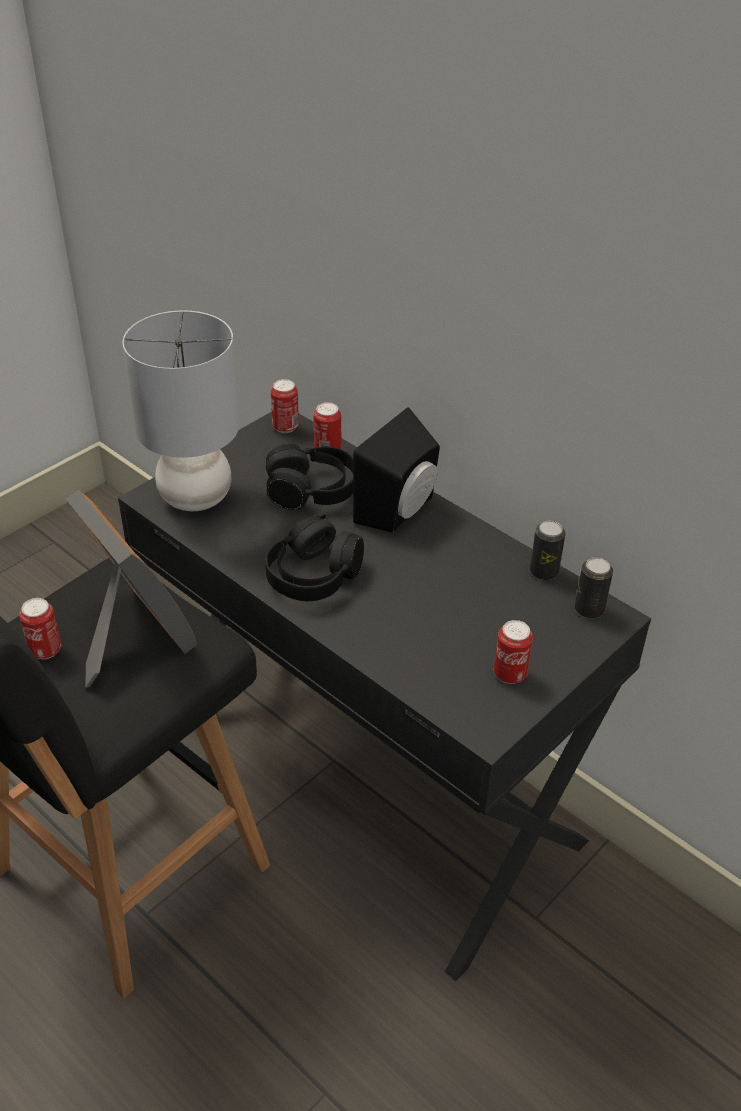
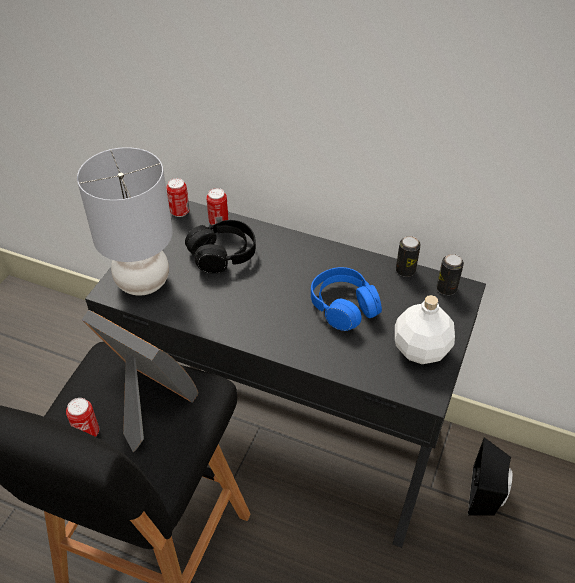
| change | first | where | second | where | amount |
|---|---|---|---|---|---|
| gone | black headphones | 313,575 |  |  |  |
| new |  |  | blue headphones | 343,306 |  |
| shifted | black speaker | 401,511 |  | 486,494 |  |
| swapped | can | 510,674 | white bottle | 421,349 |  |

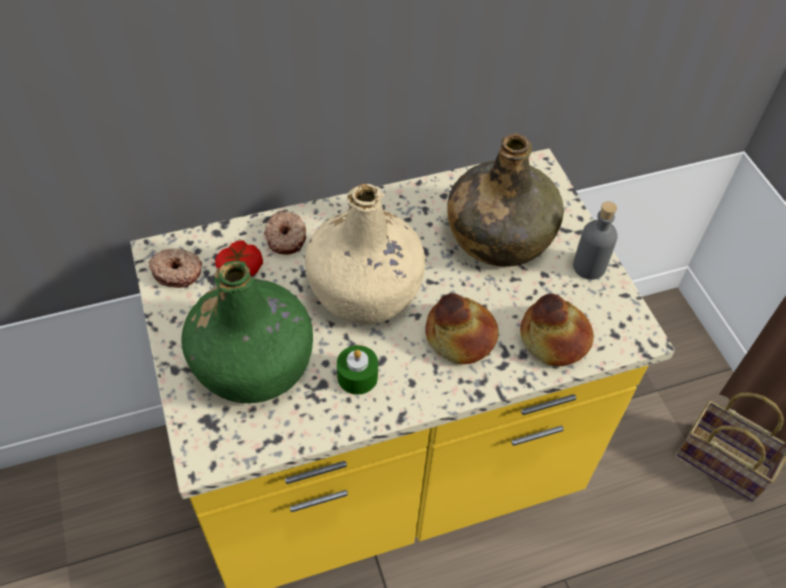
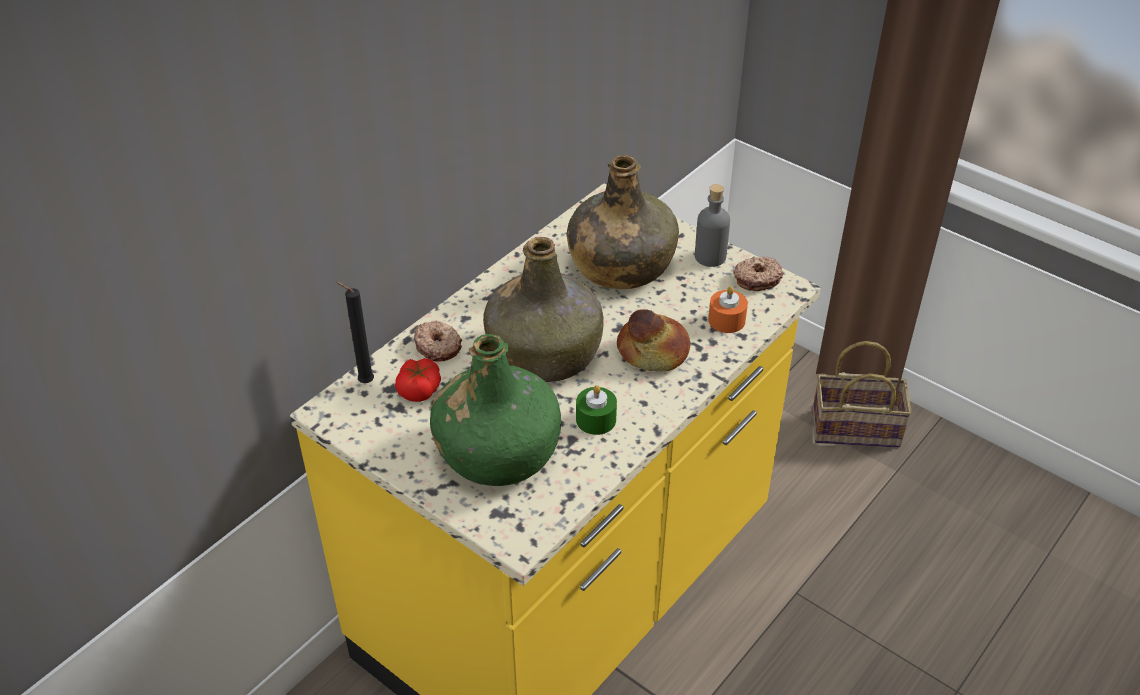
| change | first | where | second | where | amount |
|---|---|---|---|---|---|
| new |  |  | black candle | 363,382 |  |
| shifted | donut | 177,272 |  | 757,279 |  |
| swapped | bread | 553,339 | orange candle | 726,320 |  |
| repainted | beige bottle | 366,289 | green bottle | 545,353 |  |

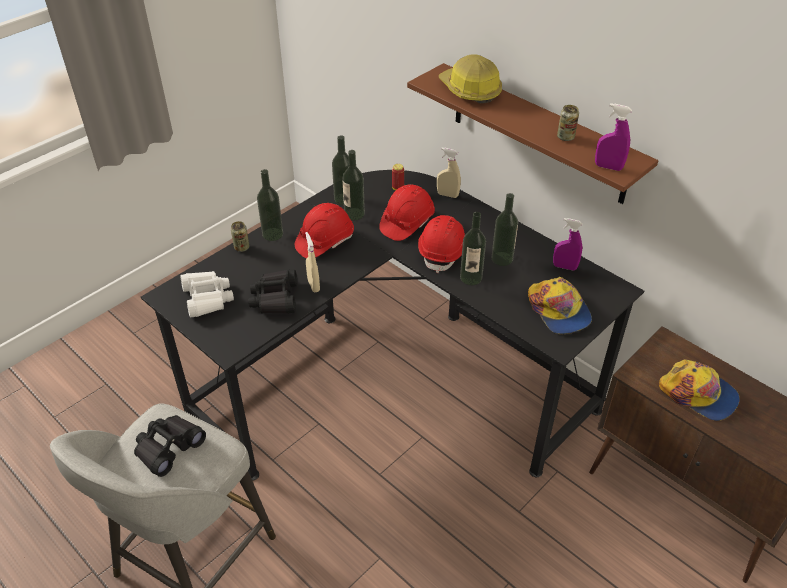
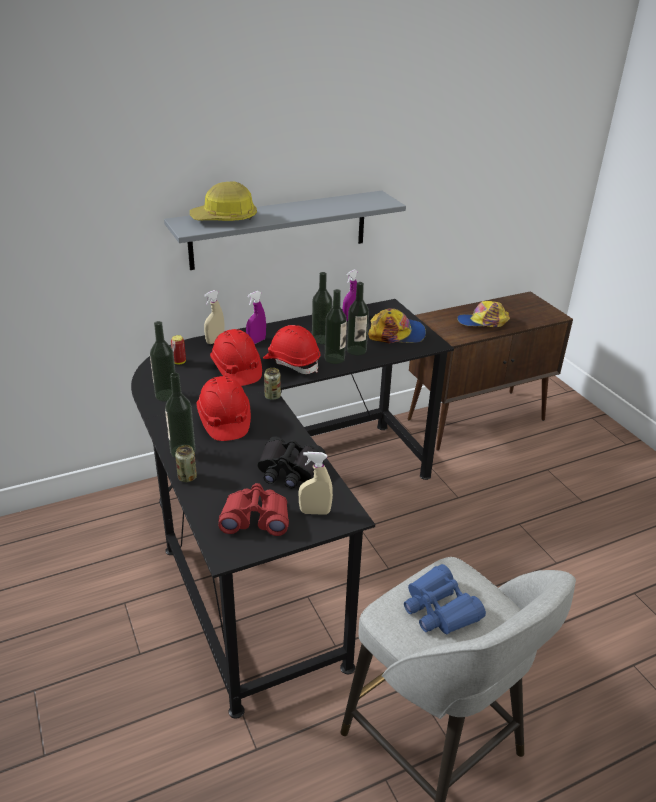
| change | first | where | second | where | amount |
|---|---|---|---|---|---|
| shifted | beige spray bottle | 313,285 |  | 315,512 |  |
| shifted | bottle | 354,214 |  | 356,350 |  |
| shifted | can | 565,137 |  | 272,396 |  |
| shifted | purple spray bottle | 608,167 |  | 256,341 |  |
| repainted | black binoculars | 168,448 | blue binoculars | 439,609 |  |
| repainted | white binoculars | 207,298 | red binoculars | 256,518 |  |
| repainted | brown shelf | 538,134 | grey shelf | 279,230 |  |
| rotated | cap | 699,394 |  | 482,323 | 150 degrees counterclockwise |

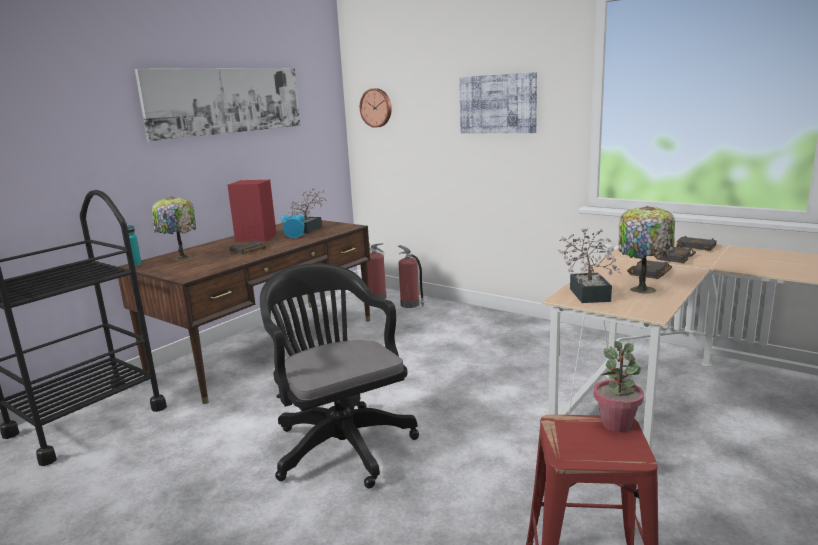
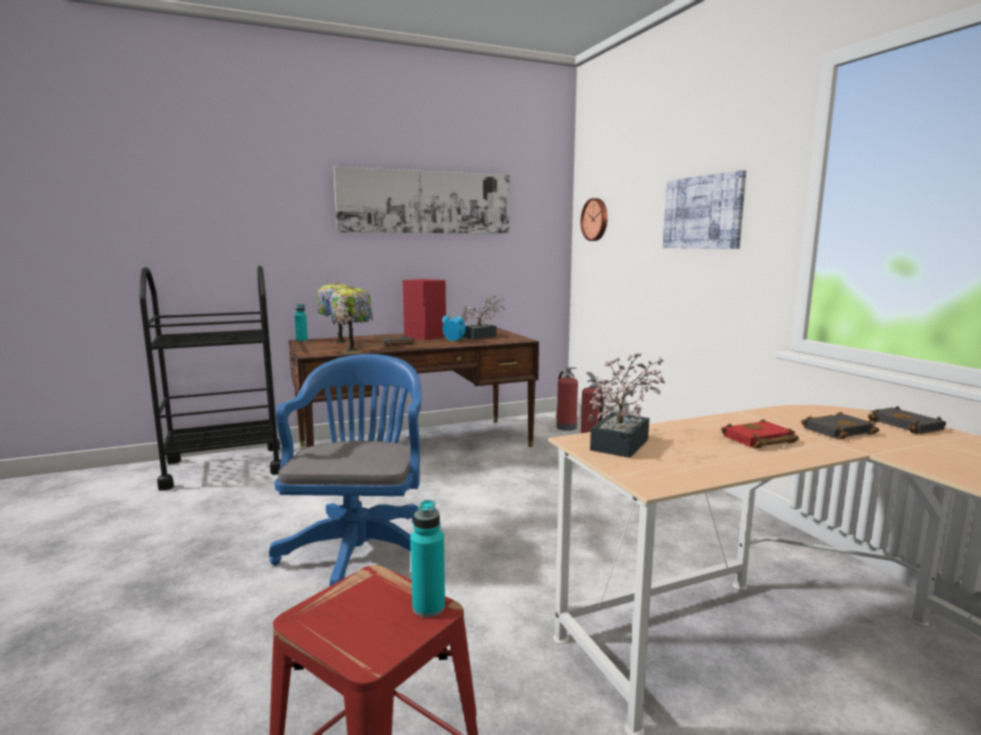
| change | first | where | second | where | amount |
|---|---|---|---|---|---|
| shifted | table lamp | 643,289 |  | 353,351 |  |
| swapped | potted plant | 616,424 | turquoise bottle | 428,607 |  |
| repainted | black office chair | 340,443 | blue office chair | 360,550 |  |
| repainted | black book | 650,273 | red book | 759,440 |  |

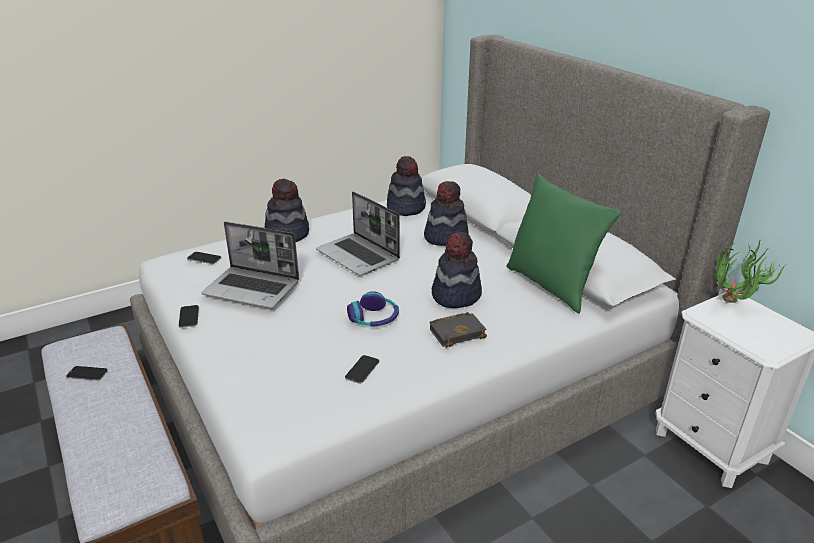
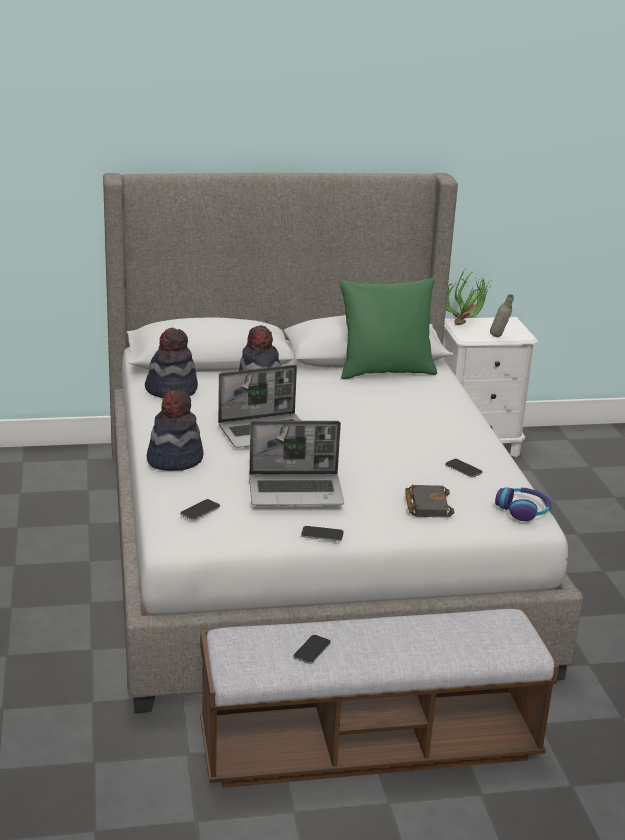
| change | first | where | second | where | amount |
|---|---|---|---|---|---|
| gone | hat | 455,295 |  |  |  |
| new |  |  | grey bottle | 499,337 |  |
| shifted | headphones | 374,318 |  | 523,510 |  |
| shifted | black book | 457,332 |  | 426,505 |  |
| rotated | laptop | 253,289 |  | 296,491 | 45 degrees clockwise |

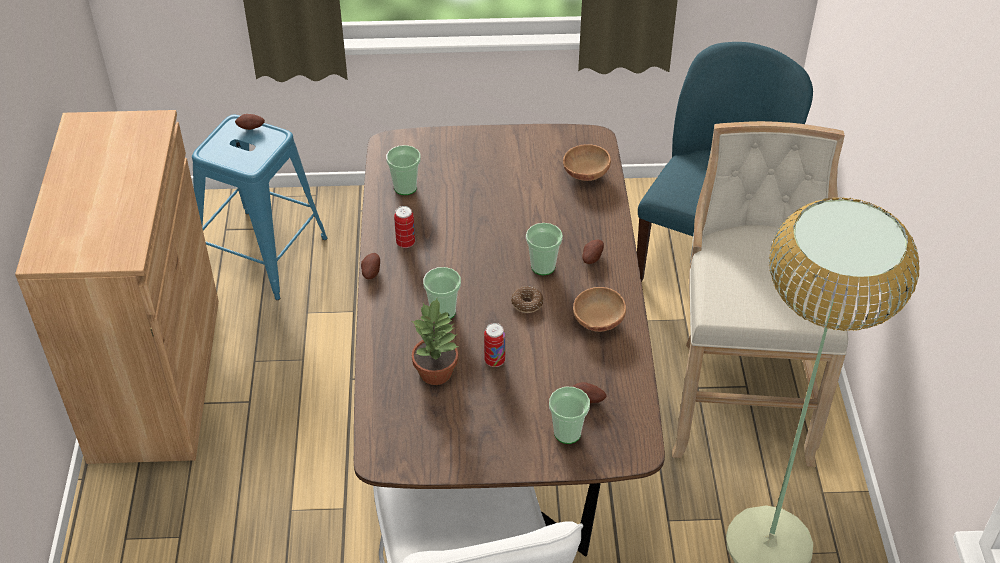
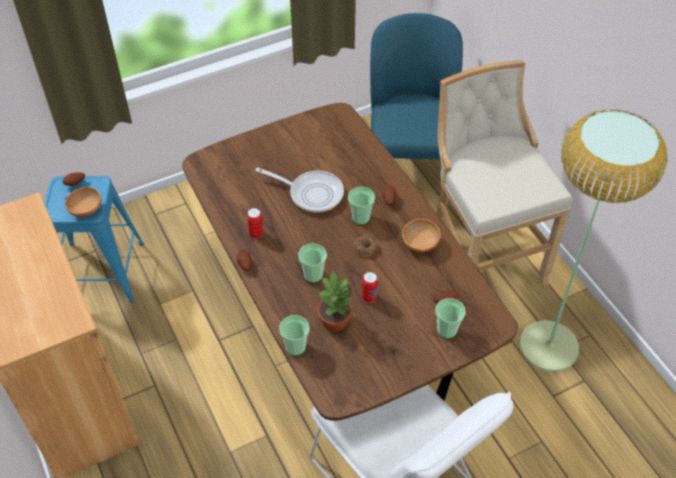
| change | first | where | second | where | amount |
|---|---|---|---|---|---|
| new |  |  | frying pan | 312,193 |  |
| shifted | cup | 405,187 |  | 295,347 |  |
| shifted | brown bowl | 585,174 |  | 85,210 |  |

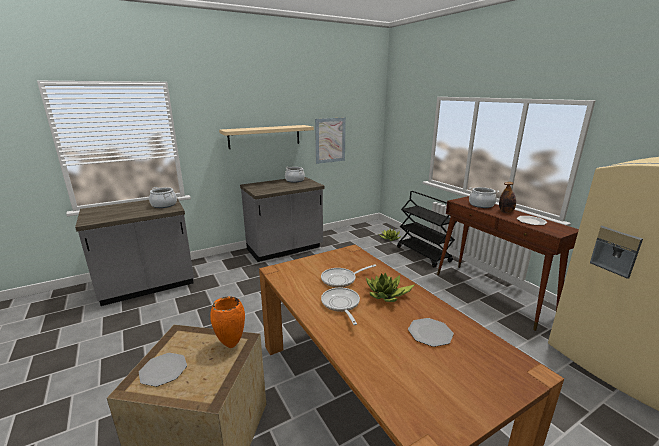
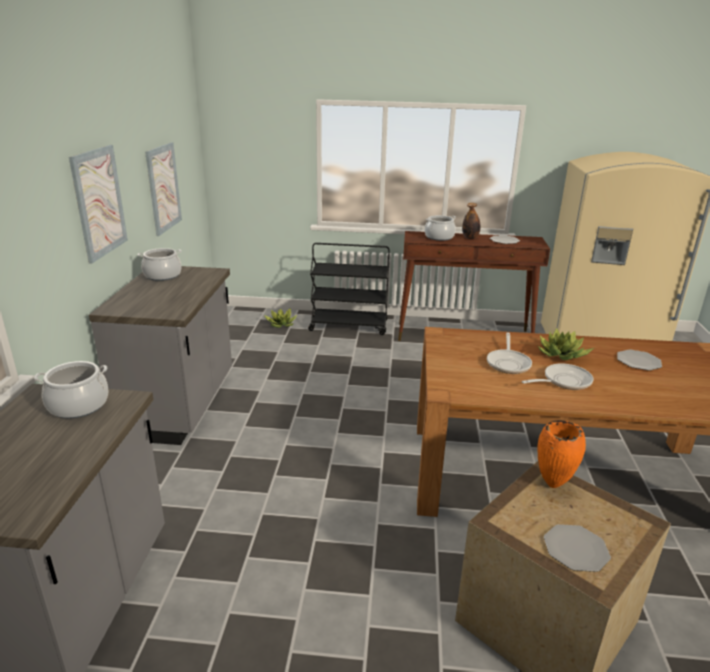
| change | first | where | second | where | amount |
|---|---|---|---|---|---|
| swapped | beige shelf | 264,136 | picture | 99,202 |  |
| rotated | frying pan | 341,305 |  | 563,381 | 135 degrees clockwise |

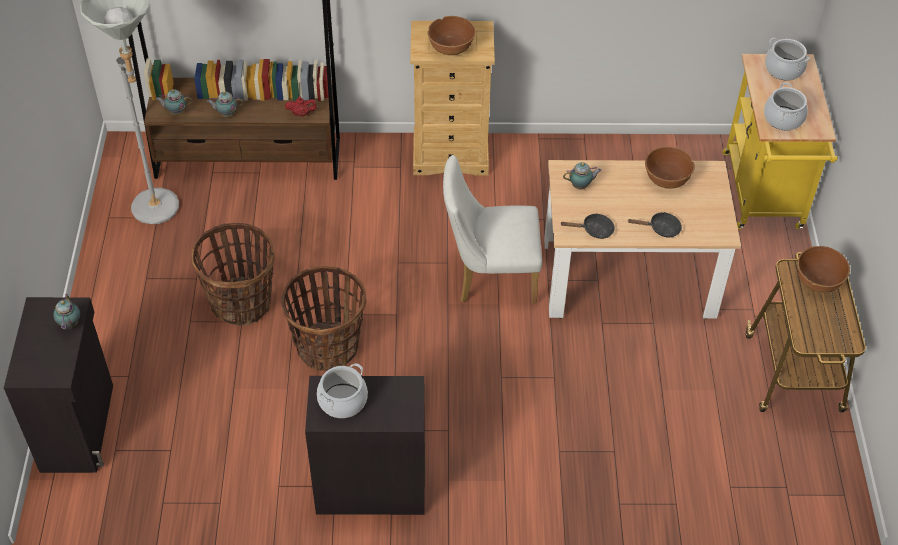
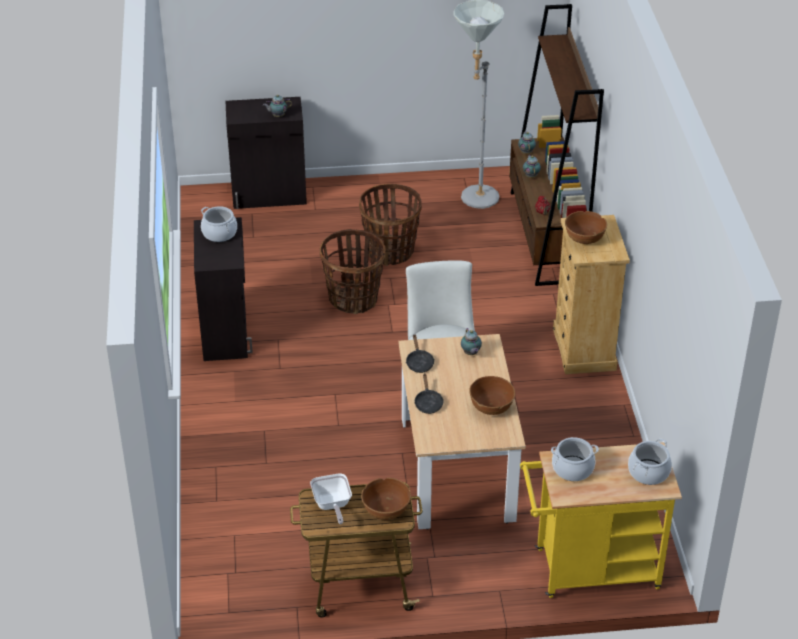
| change | first | where | second | where | amount |
|---|---|---|---|---|---|
| new |  |  | frying pan | 332,505 |  |

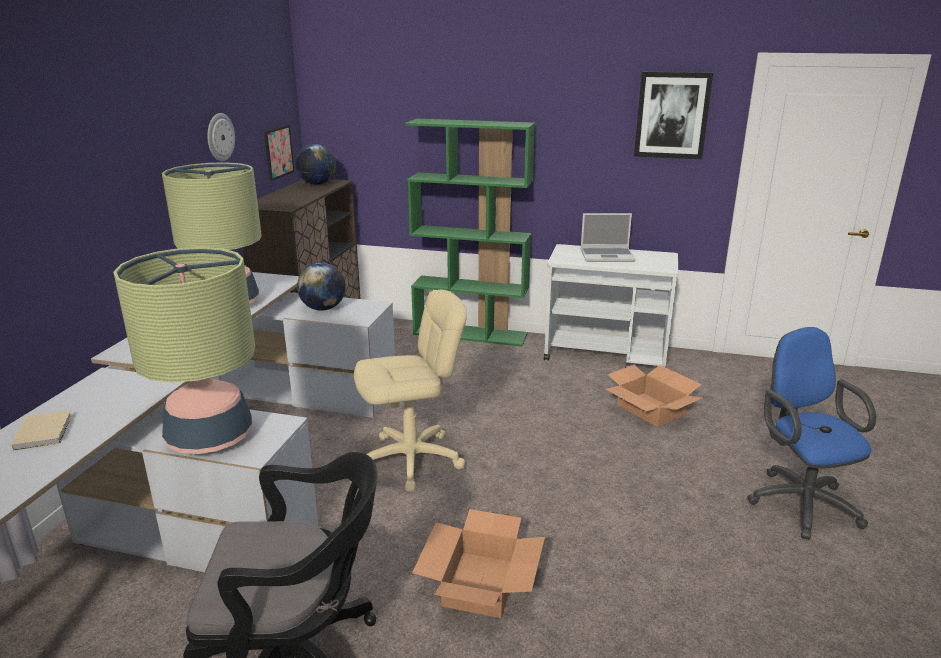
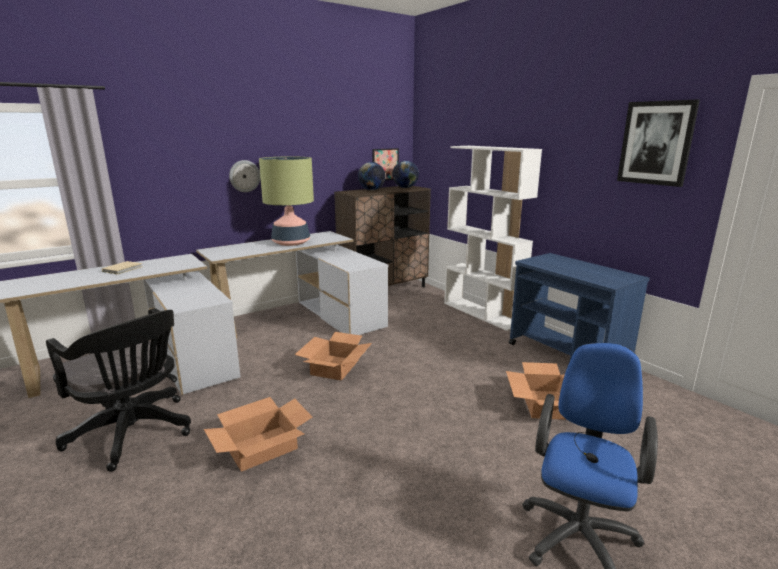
| change | first | where | second | where | amount |
|---|---|---|---|---|---|
| gone | table lamp | 210,437 |  |  |  |
| gone | laptop | 607,256 |  |  |  |
| shifted | wall clock | 220,137 |  | 244,176 |  |
| shifted | globe | 323,308 |  | 371,190 |  |
| swapped | beige office chair | 412,460 | cardboard box | 334,367 |  |
| repainted | green bookcase | 471,334 | white bookcase | 482,313 |  |
| repainted | white cart | 606,355 | blue cart | 568,356 |  |

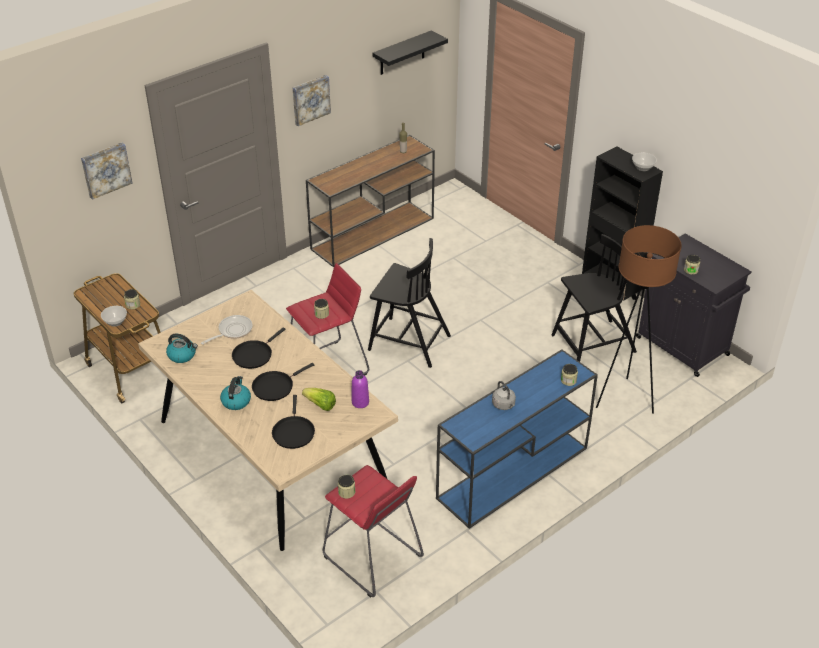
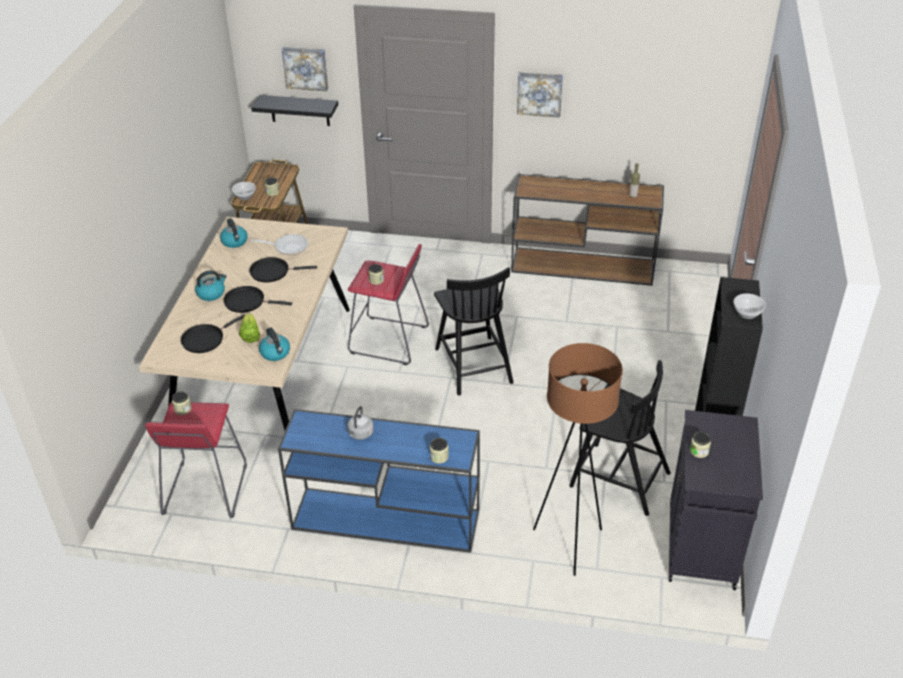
| change | first | where | second | where | amount |
|---|---|---|---|---|---|
| shifted | black shelf | 402,53 |  | 299,110 |  |
| swapped | purple bottle | 360,402 | kettle | 275,353 |  |

